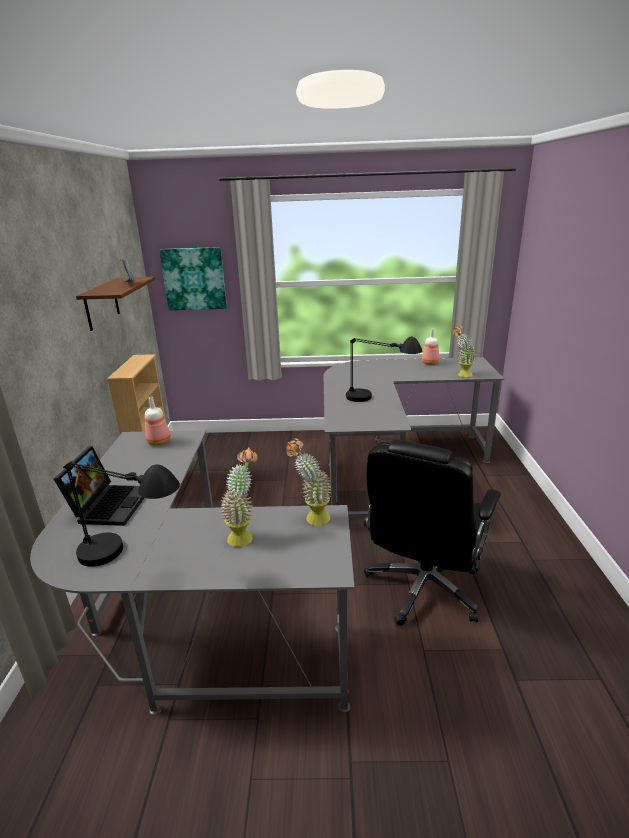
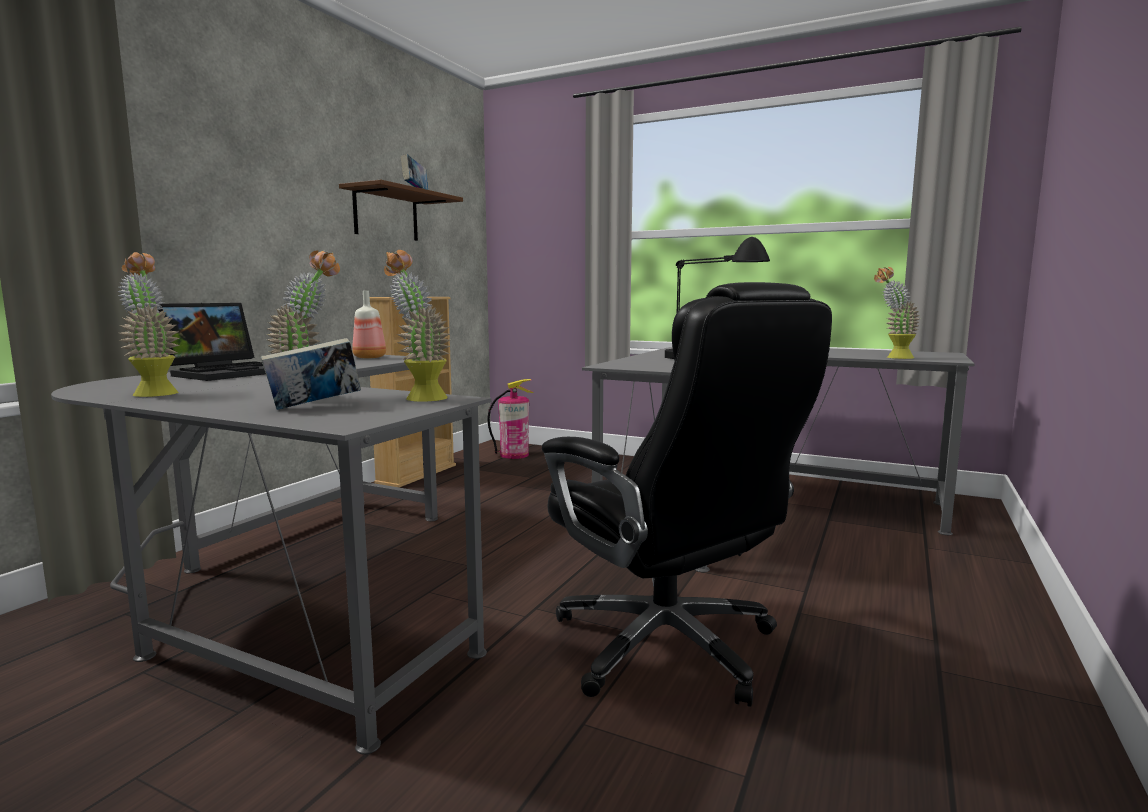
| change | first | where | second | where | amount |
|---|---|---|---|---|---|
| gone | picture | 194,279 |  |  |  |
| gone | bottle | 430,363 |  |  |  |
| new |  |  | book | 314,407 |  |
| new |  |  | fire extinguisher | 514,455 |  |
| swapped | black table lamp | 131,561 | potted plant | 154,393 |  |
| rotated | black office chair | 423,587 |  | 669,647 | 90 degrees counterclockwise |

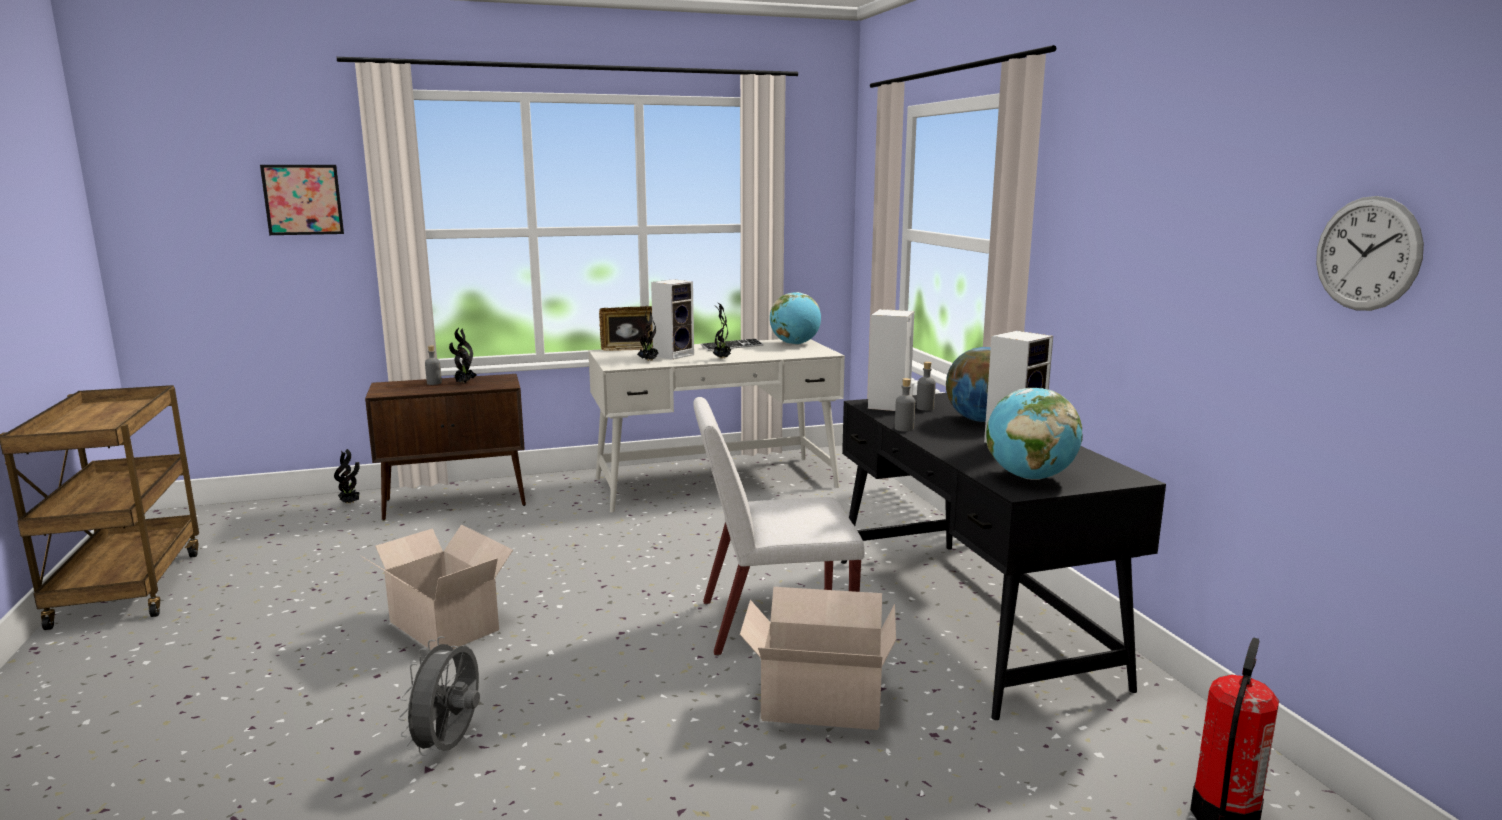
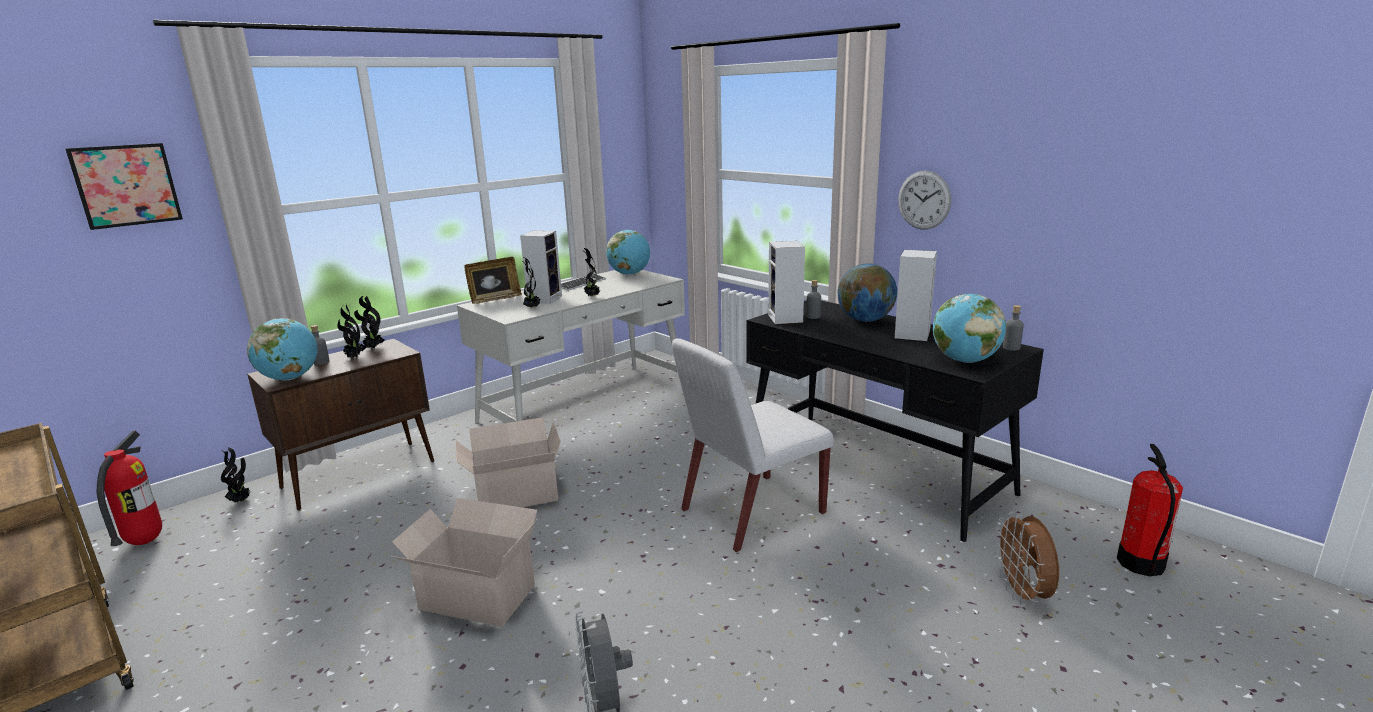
| change | first | where | second | where | amount |
|---|---|---|---|---|---|
| new |  |  | fire extinguisher | 144,541 |  |
| new |  |  | globe | 290,378 |  |
| new |  |  | potted plant | 373,348 |  |
| new |  |  | brown fan | 1023,595 |  |
| shifted | cardboard box | 817,702 |  | 514,495 |  |
| shifted | grey bottle | 904,428 |  | 1011,348 |  |
| shifted | wall clock | 1367,254 |  | 924,200 |  |

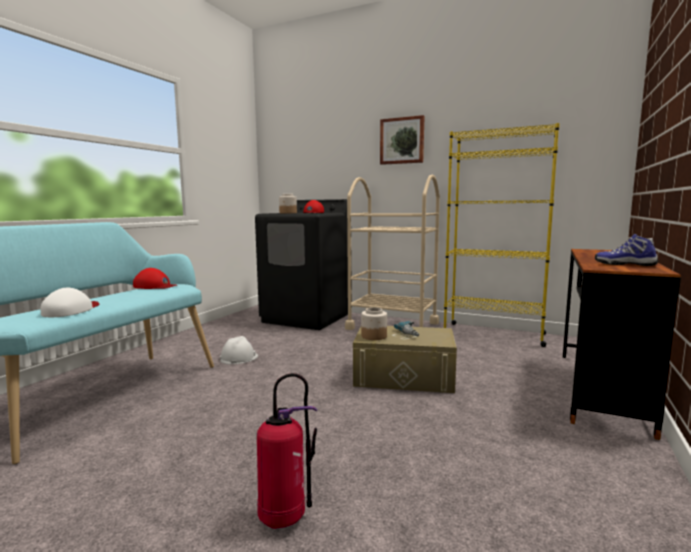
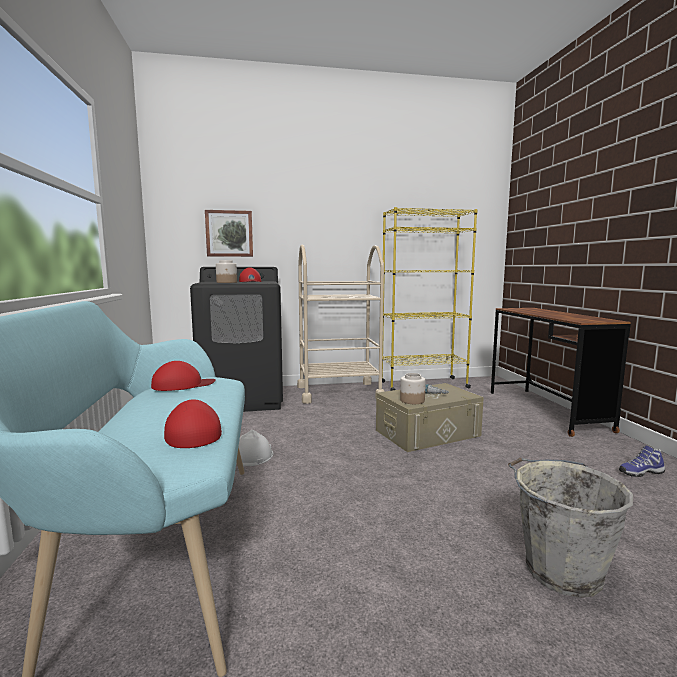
| change | first | where | second | where | amount |
|---|---|---|---|---|---|
| shifted | picture | 402,141 |  | 229,233 |  |
| shifted | shoe | 624,264 |  | 640,472 |  |
| swapped | fire extinguisher | 285,517 | grey bucket | 559,569 |  |
| repainted | white cap | 71,310 | red cap | 192,432 |  |

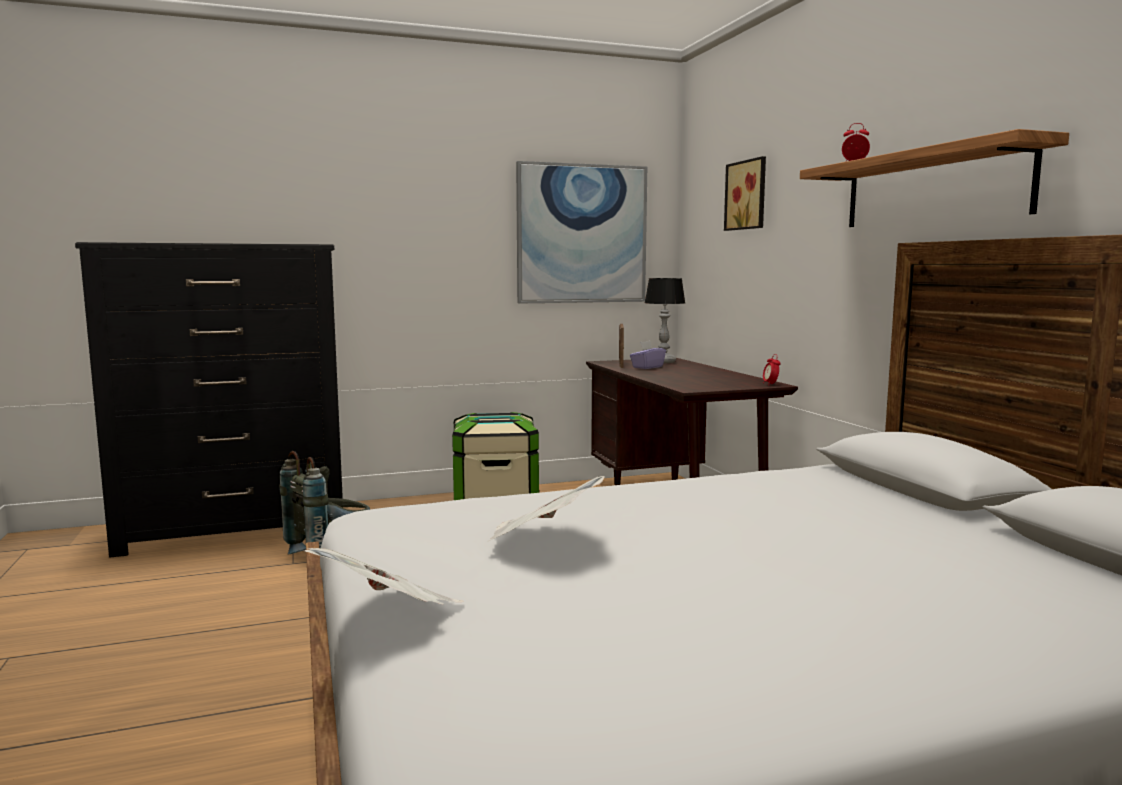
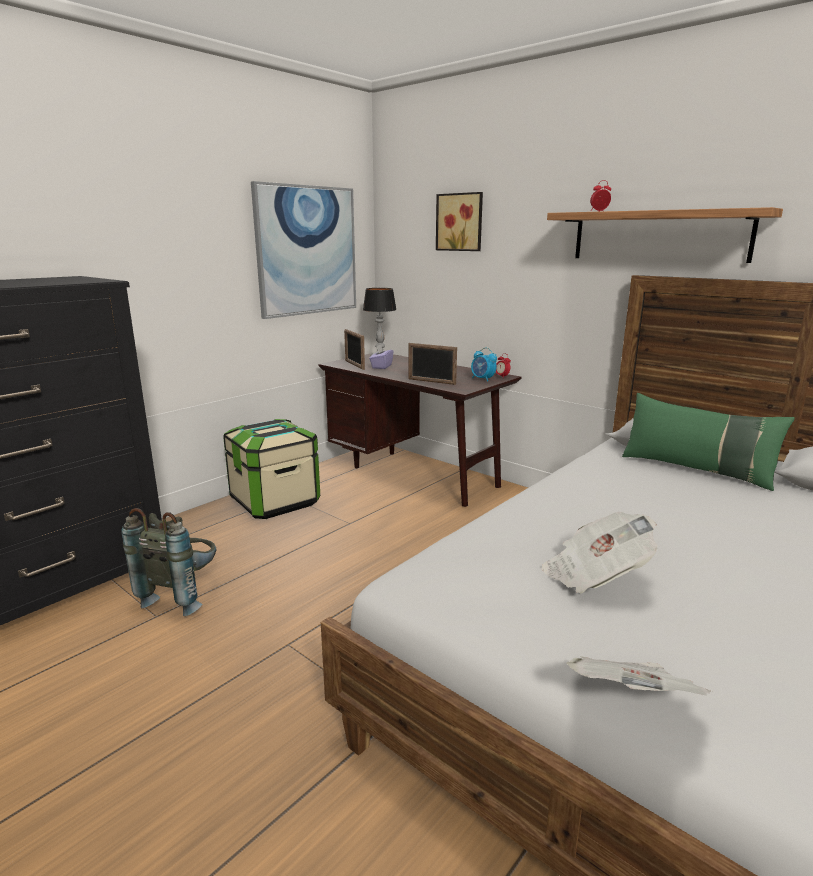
| change | first | where | second | where | amount |
|---|---|---|---|---|---|
| new |  |  | picture frame | 431,381 |  |
| new |  |  | alarm clock | 482,379 |  |
| new |  |  | green pillow | 696,470 |  |

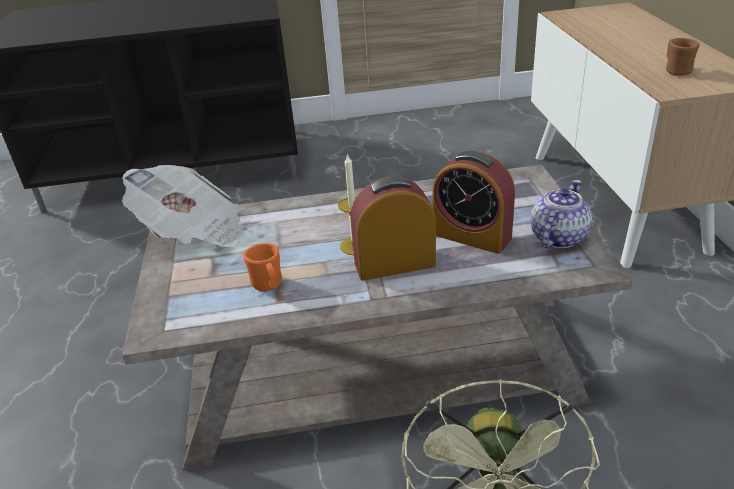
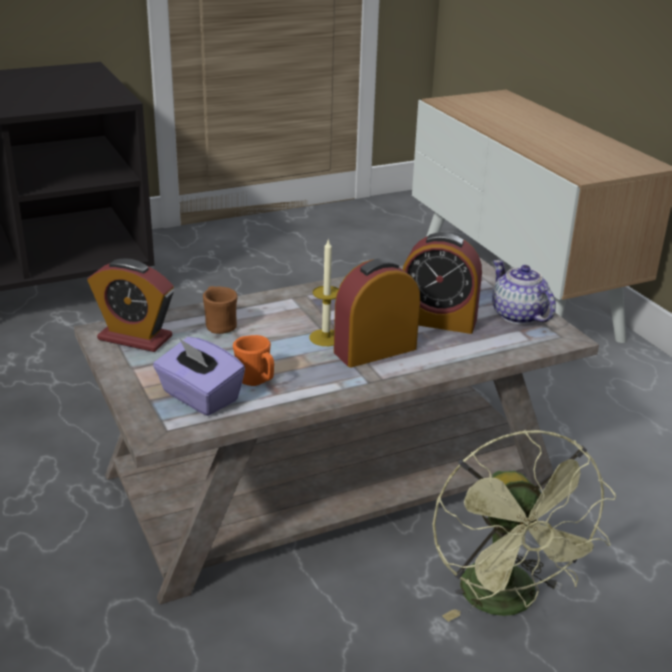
| change | first | where | second | where | amount |
|---|---|---|---|---|---|
| new |  |  | purple tissue box | 199,397 |  |
| shifted | brown mug | 675,71 |  | 219,325 |  |
| swapped | newspaper | 192,231 | alarm clock | 135,338 |  |
| rotated | teapot | 557,237 |  | 518,316 | 45 degrees counterclockwise |

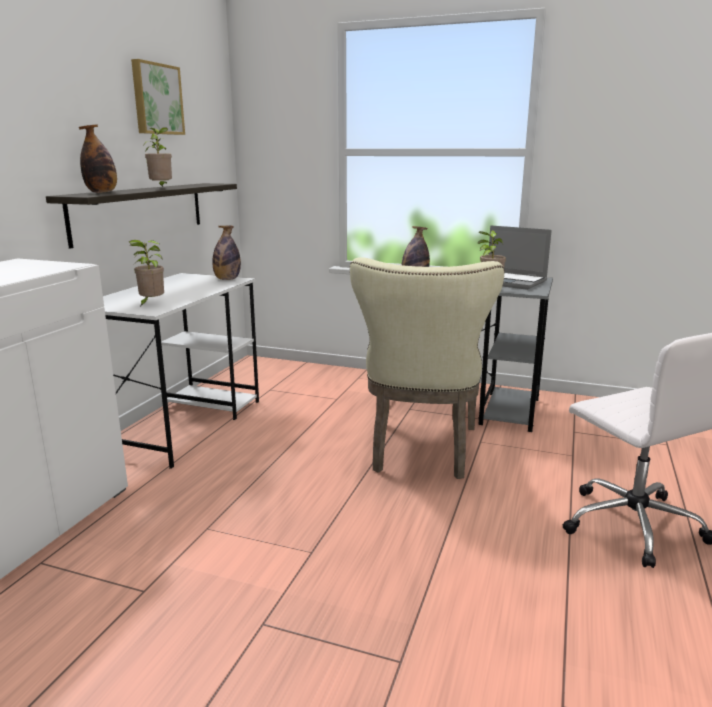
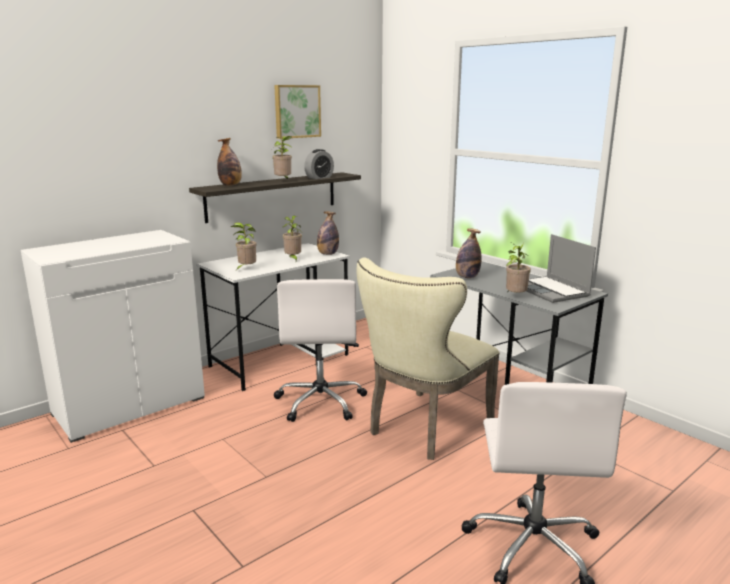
| change | first | where | second | where | amount |
|---|---|---|---|---|---|
| new |  |  | white office chair | 321,401 |  |
| new |  |  | potted plant | 293,259 |  |
| new |  |  | alarm clock | 319,177 |  |

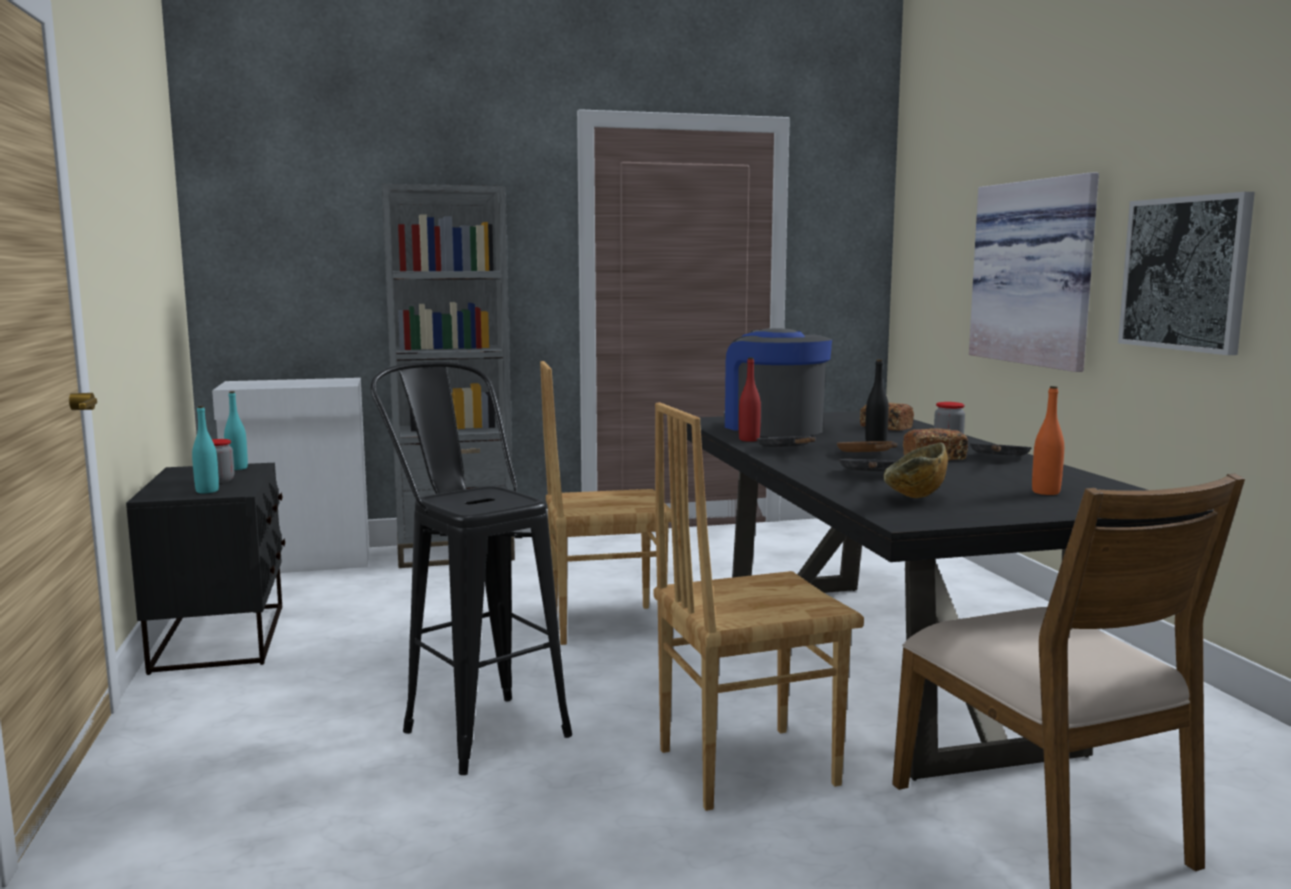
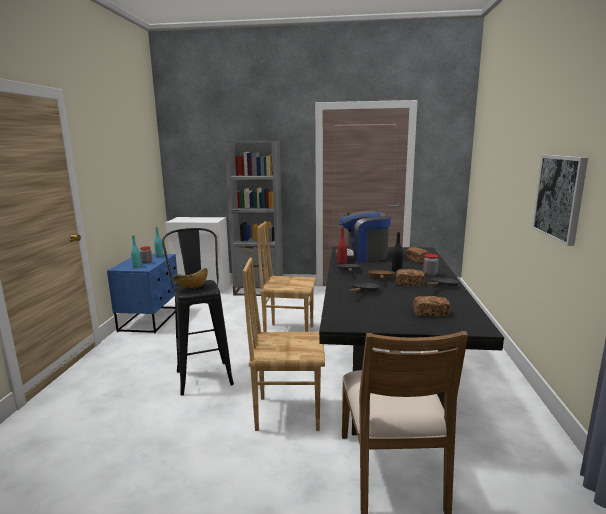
| change | first | where | second | where | amount |
|---|---|---|---|---|---|
| gone | picture | 1036,273 |  |  |  |
| shifted | bowl | 912,498 |  | 192,288 |  |
| swapped | orange bottle | 1045,492 | bread | 430,313 |  |
| repainted | black nightstand | 222,638 | blue nightstand | 151,319 |  |
| rotated | coffee machine | 773,428 |  | 363,256 | 90 degrees counterclockwise |

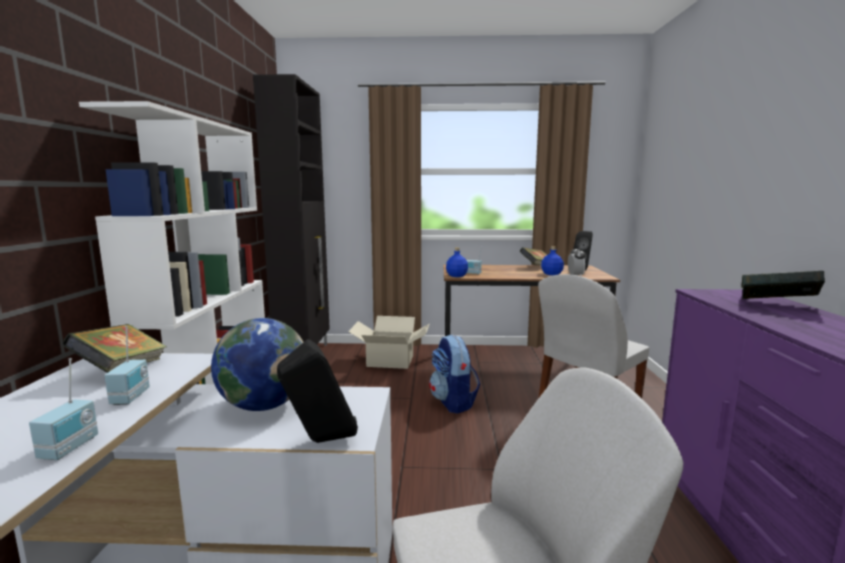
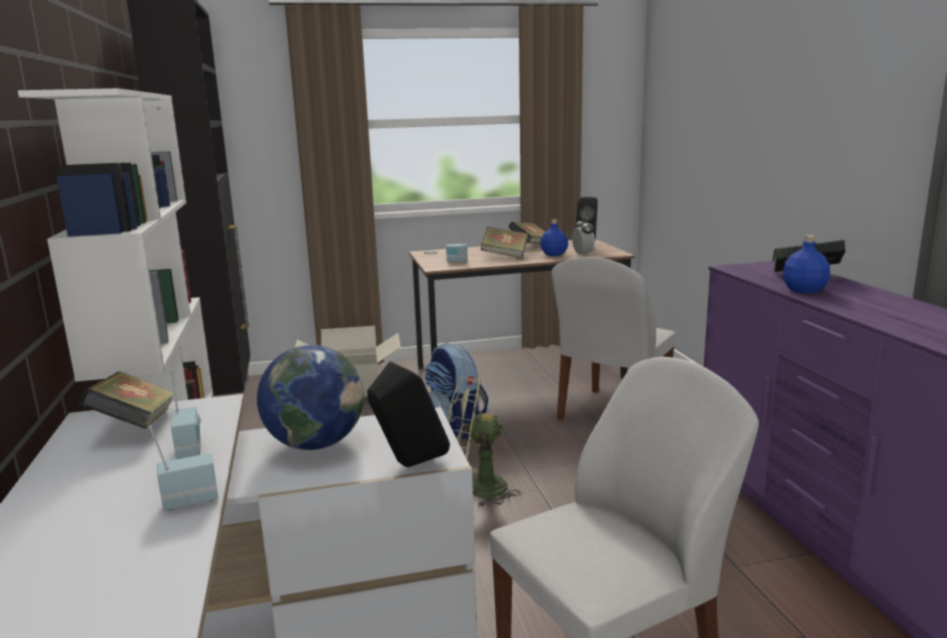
| change | first | where | second | where | amount |
|---|---|---|---|---|---|
| new |  |  | green fan | 475,488 |  |
| new |  |  | book | 505,256 |  |
| shifted | blue bottle | 457,276 |  | 805,290 |  |
| rotated | radio | 71,448 |  | 190,500 | 105 degrees counterclockwise |

